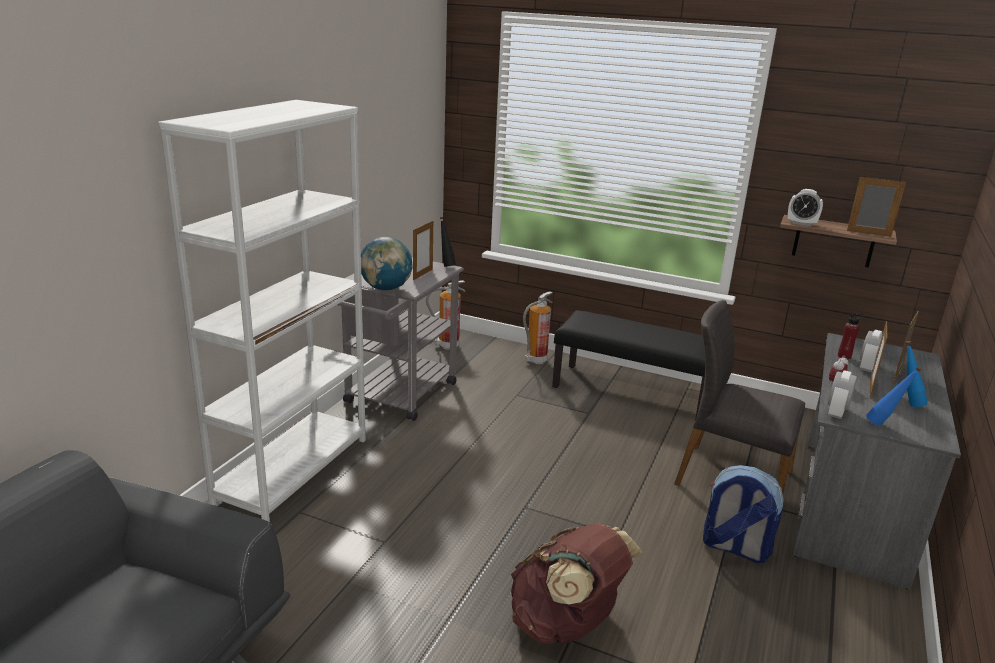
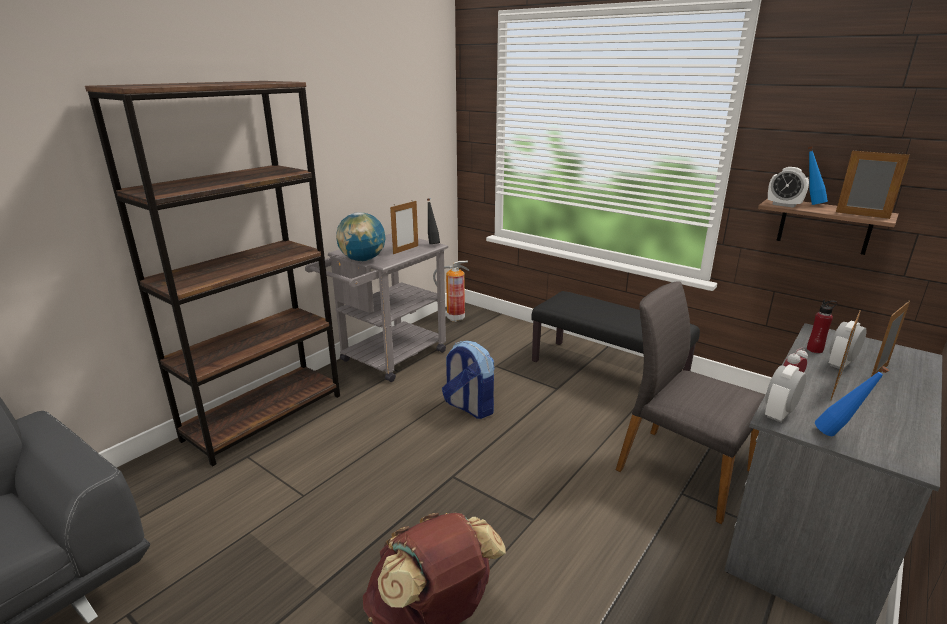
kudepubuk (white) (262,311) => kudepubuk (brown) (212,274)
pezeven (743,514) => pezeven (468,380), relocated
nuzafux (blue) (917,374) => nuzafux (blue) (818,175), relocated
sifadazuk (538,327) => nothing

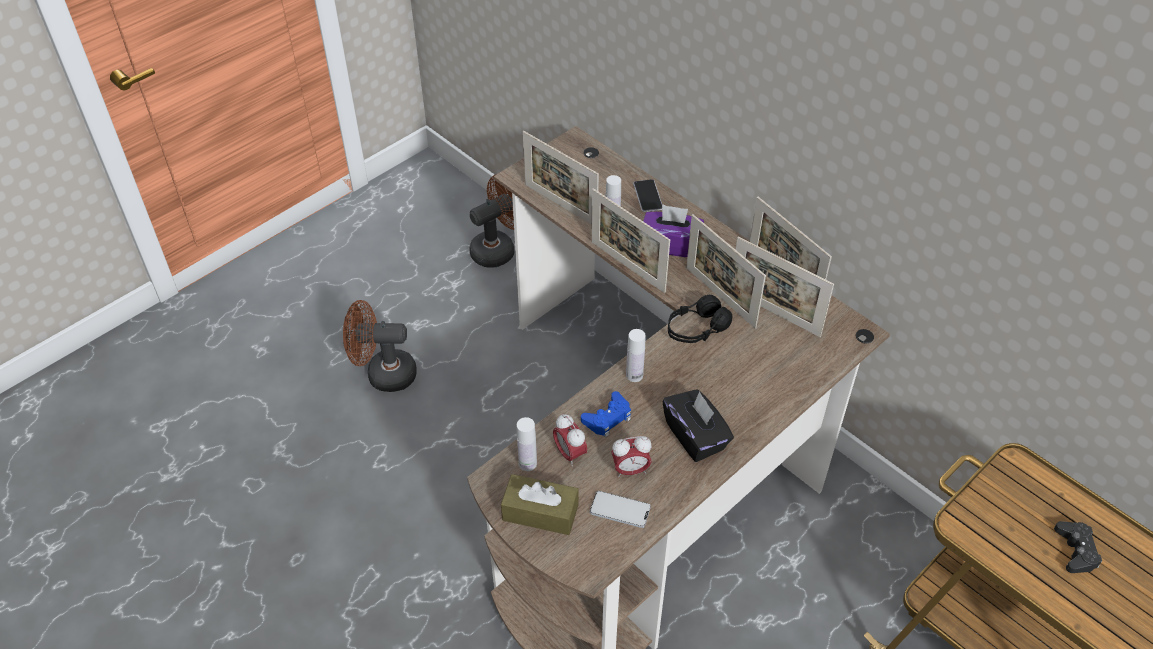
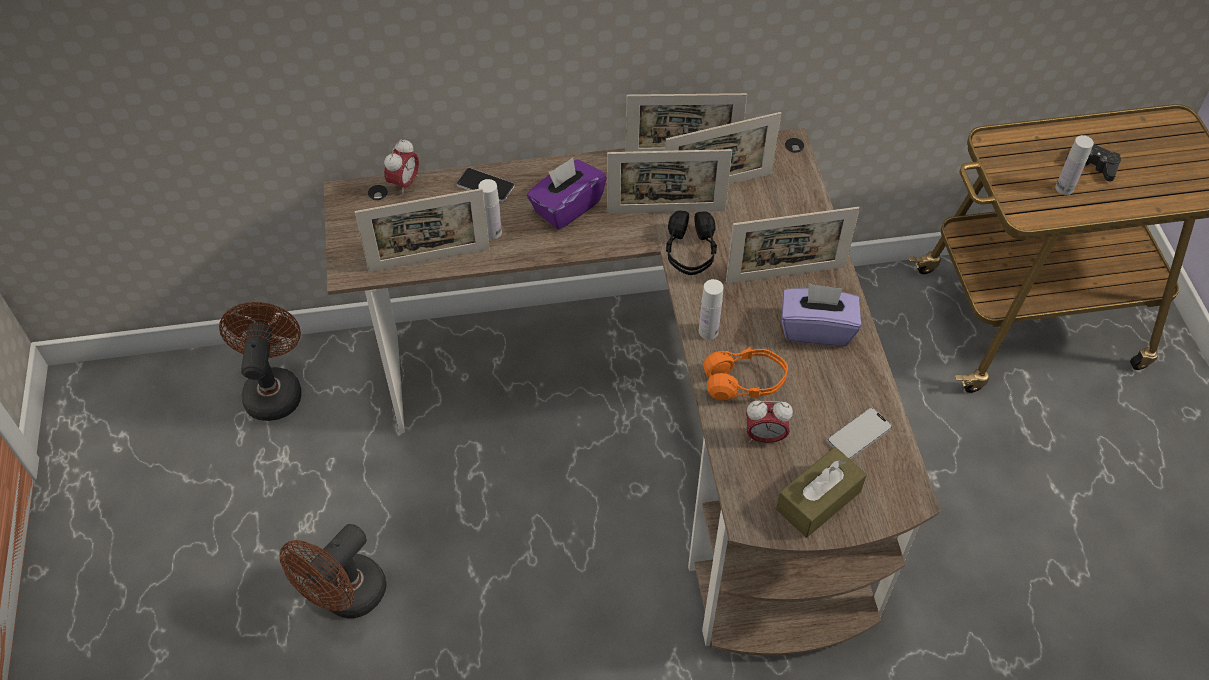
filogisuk (631,456) => filogisuk (401,166), relocated
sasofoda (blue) (606,414) => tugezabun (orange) (745,374)
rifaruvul (630,240) => rifaruvul (793,245), relocated
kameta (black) (698,425) => kameta (purple) (821,314)
nuzafux (white) (527,444) => nuzafux (white) (1074,165), relocated

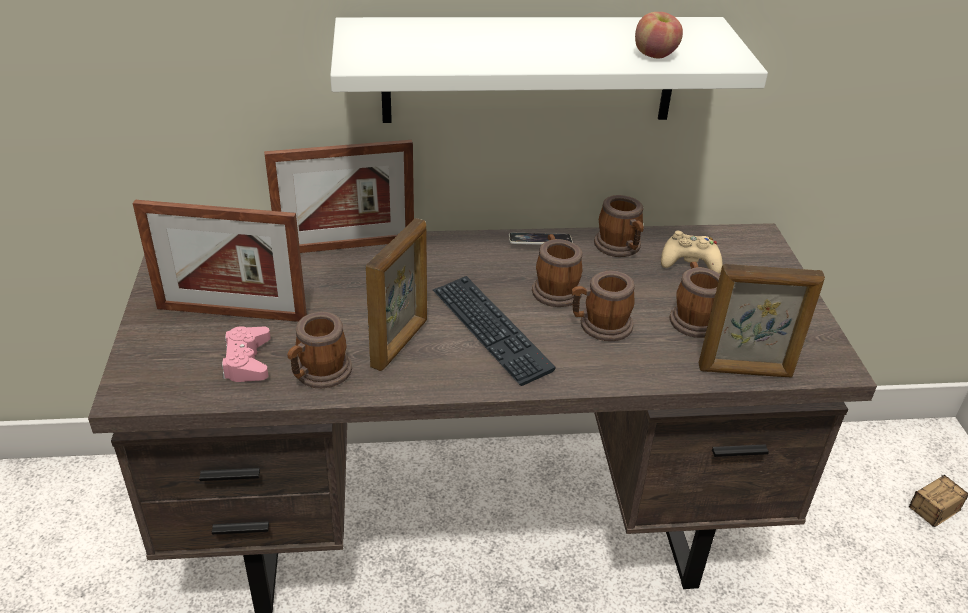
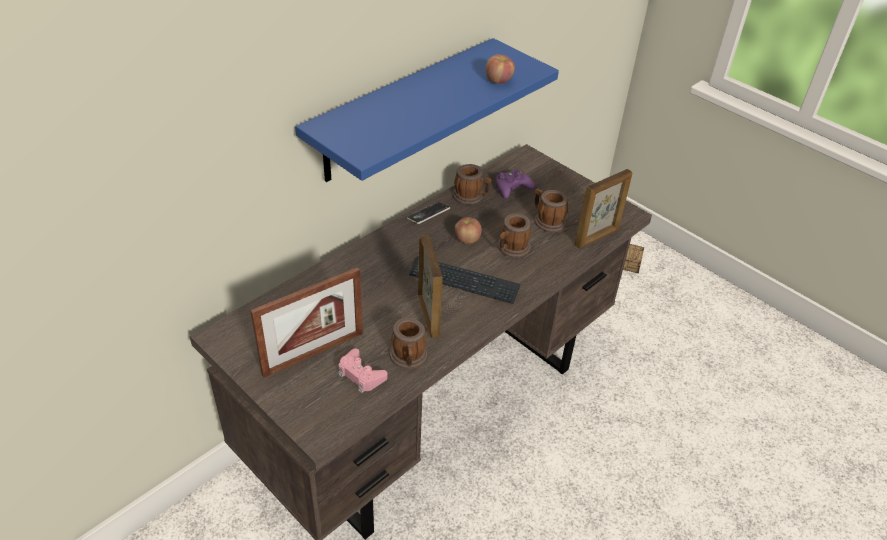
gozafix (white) (549,70) => gozafix (blue) (427,110)
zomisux (557,270) => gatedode (468,230)
sasofoda (beige) (692,252) => sasofoda (purple) (515,183)
rifaruvul (339,196) => nothing

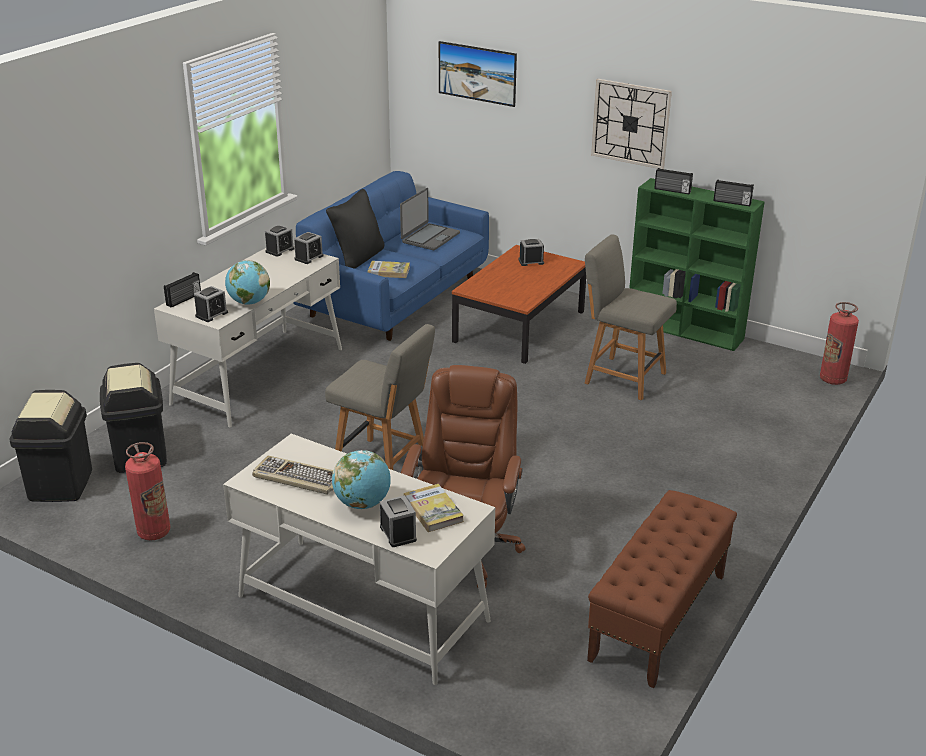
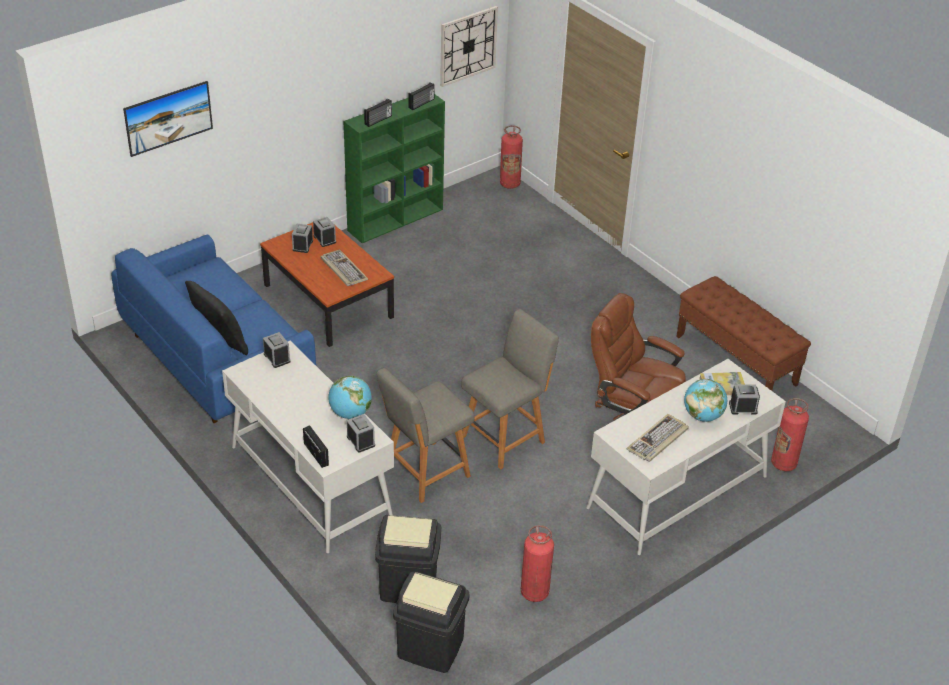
filogisuk (279,241) => filogisuk (324,232), relocated
nothing => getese (344,267)
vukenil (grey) (631,317) => vukenil (grey) (426,435), relocated
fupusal (631,124) => fupusal (469,46), relocated
nothing => sifadazuk (790,434)
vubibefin (389,269) => nothing
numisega (430,219) => nothing

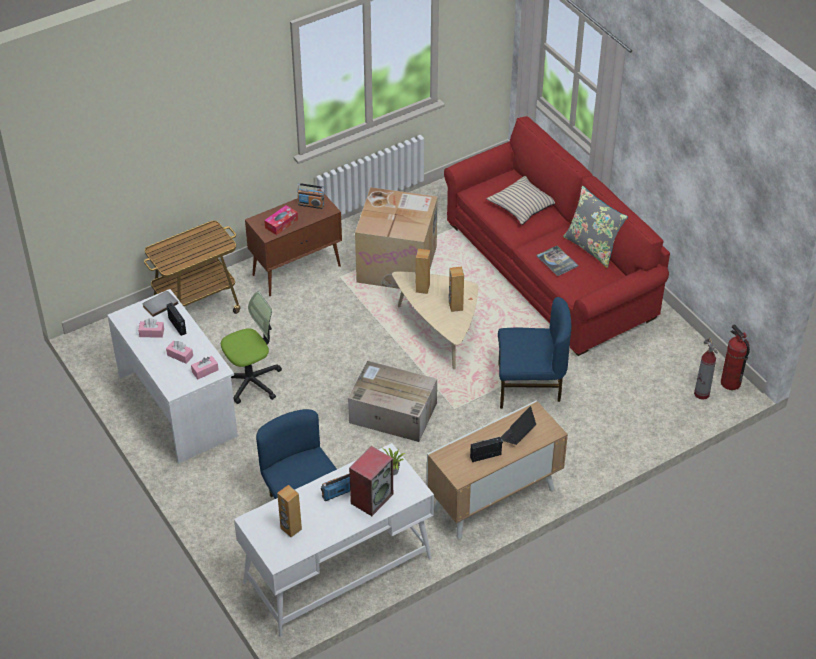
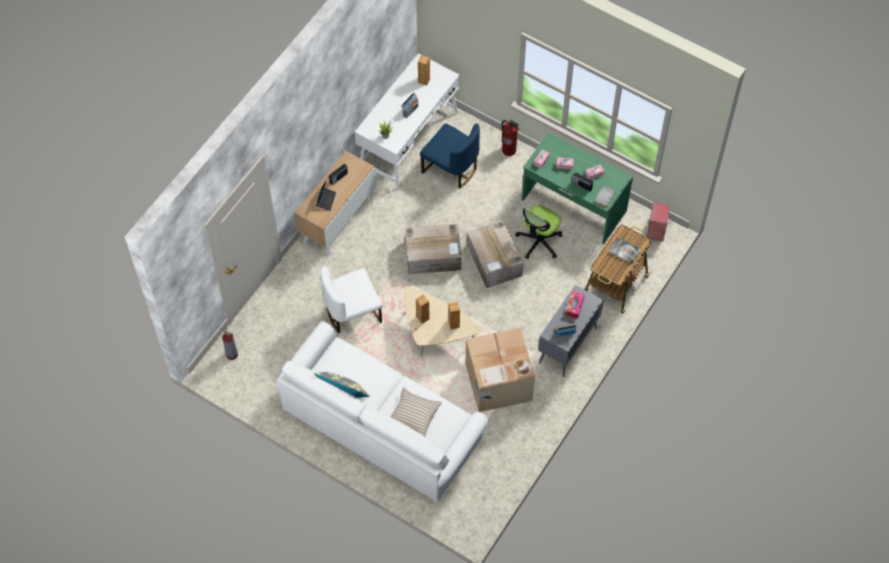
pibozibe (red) (557,236) => pibozibe (white) (382,411)
vukenil (blue) (534,353) => vukenil (white) (351,299)
nothing => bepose (495,254)
sifadazuk (735,357) => sifadazuk (510,138), relocated
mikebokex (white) (172,376) => mikebokex (green) (577,188)
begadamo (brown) (293,242) => begadamo (grey) (571,331)
vubibefin (557,261) => vubibefin (625,250), relocated
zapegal (371,481) => zapegal (658,222), relocated

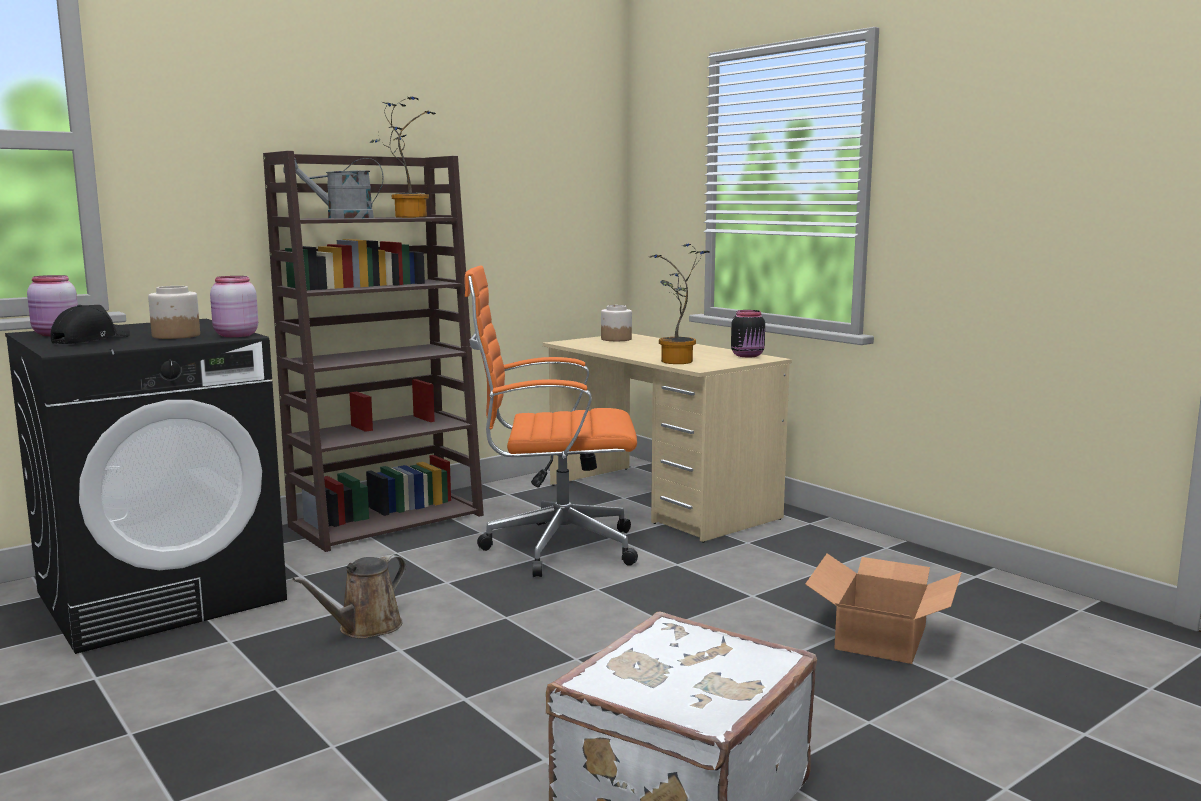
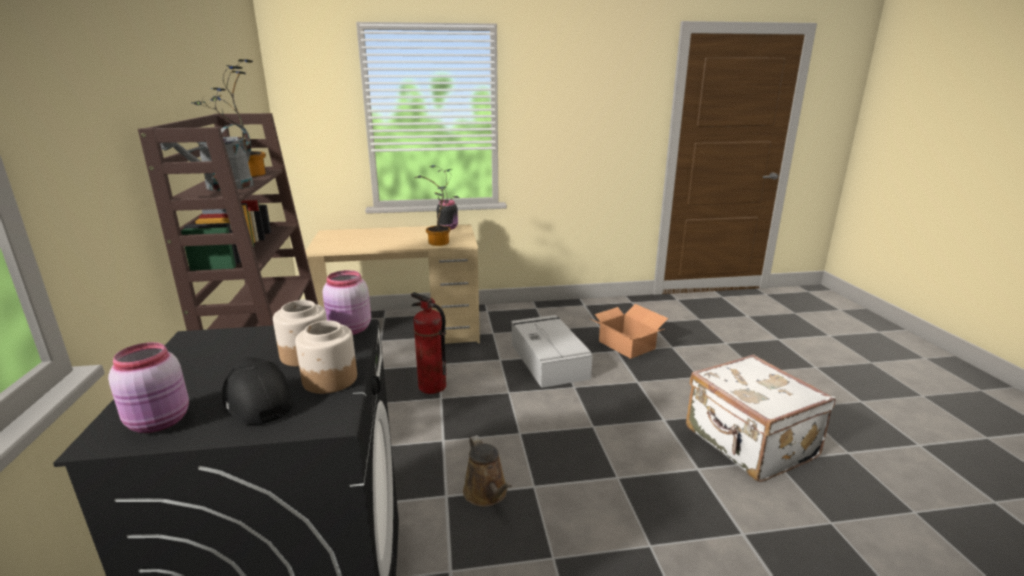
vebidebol (616,323) => vebidebol (326,357), relocated
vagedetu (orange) (551,421) => sifadazuk (428,343)
nothing => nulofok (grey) (551,351)

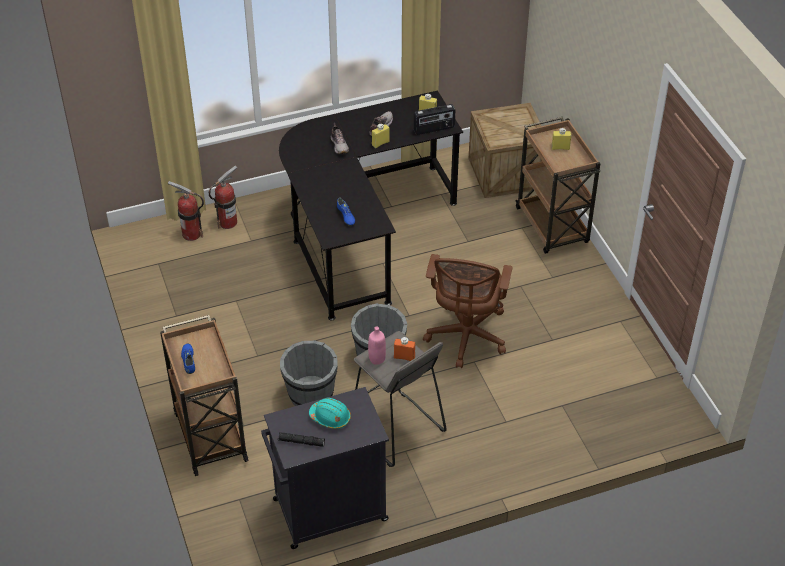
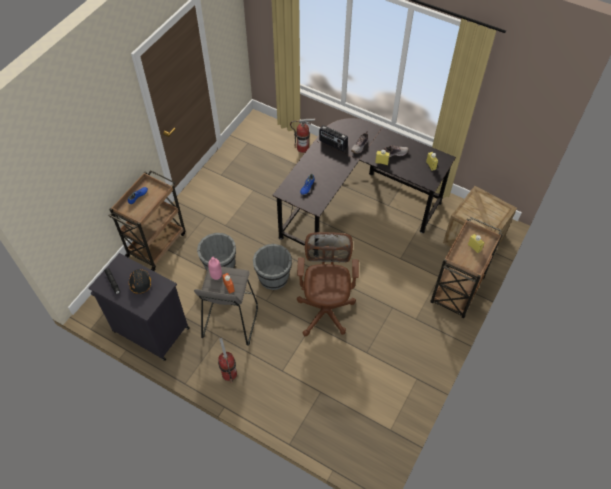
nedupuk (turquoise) (330,413) => nedupuk (black) (140,281)
sifadazuk (186,211) => sifadazuk (227,360), relocated
vagedetu (brown) (468,311) => vagedetu (brown) (328,284), 120 degrees clockwise
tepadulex (434,119) => tepadulex (333,138), relocated

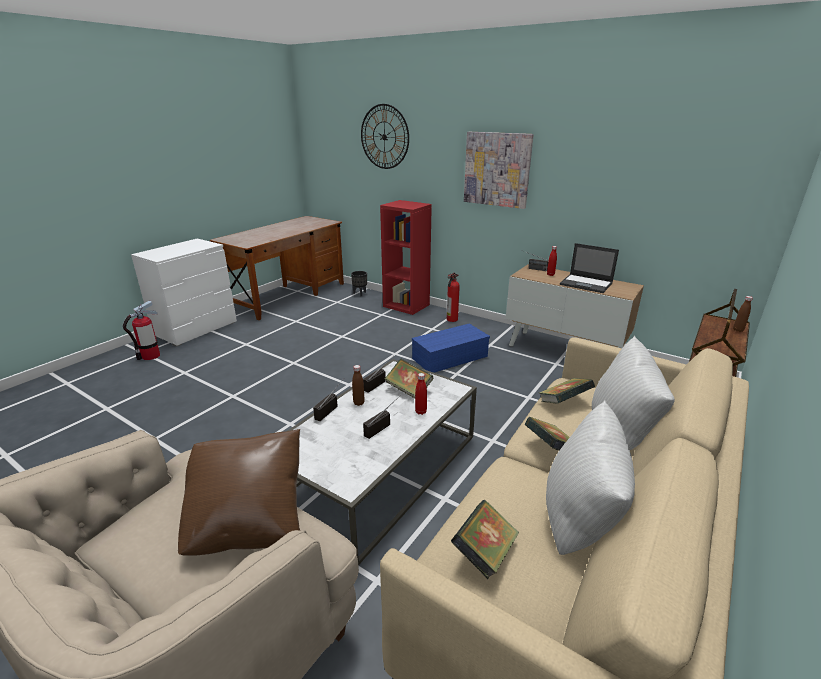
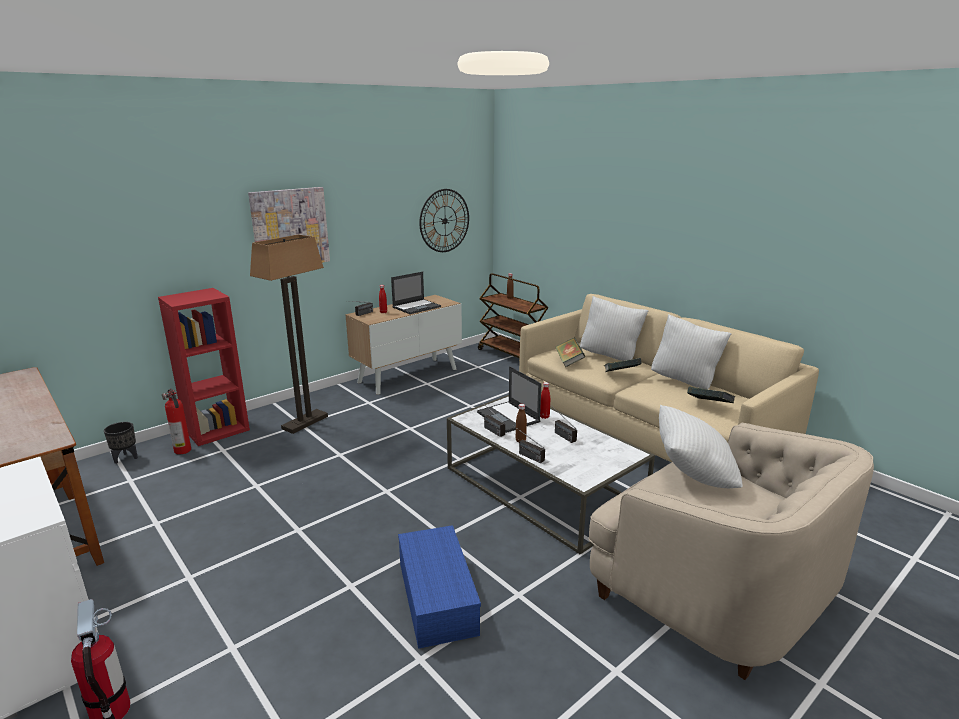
sifadazuk (453,297) => sifadazuk (176,421), relocated
nothing => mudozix (289,334)
nulofok (blue) (451,348) => nulofok (blue) (439,587), relocated
fupusal (385,136) => fupusal (444,220), relocated
vubibefin (409,378) => numisega (509,399)
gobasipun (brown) (239,492) => gobasipun (white) (701,446)

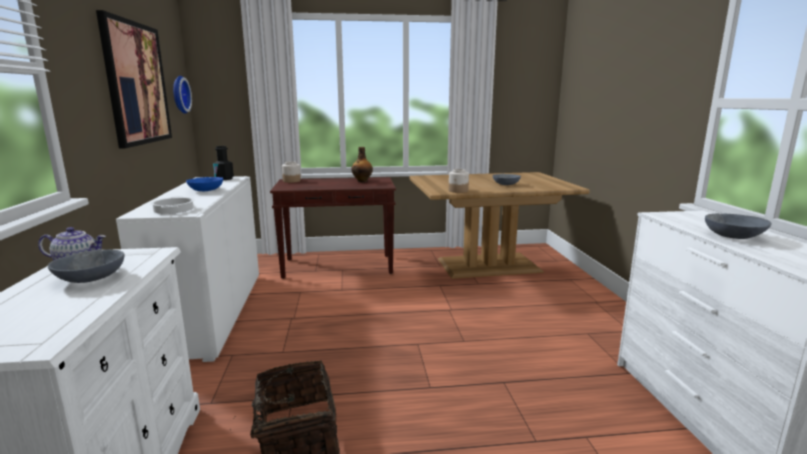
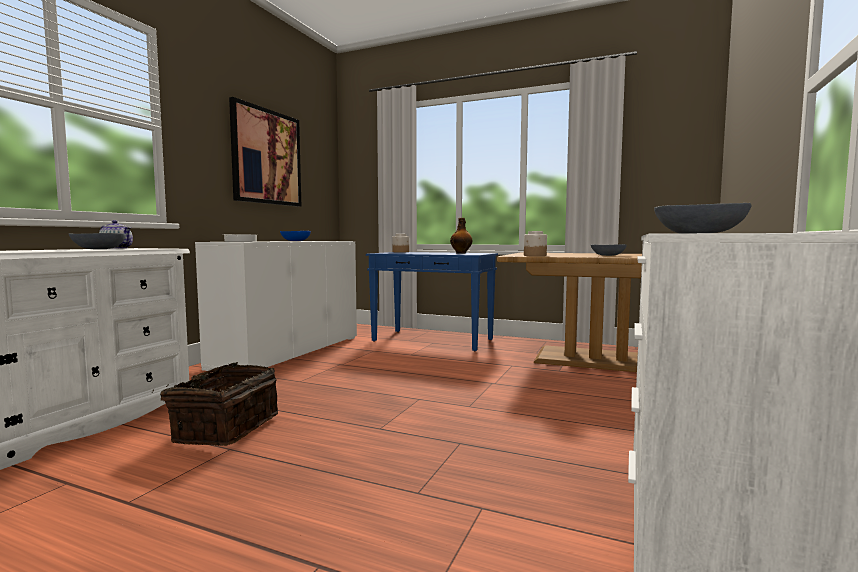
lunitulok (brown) (333,228) => lunitulok (blue) (432,302)
fupusal (182,95) => nothing
nuzafux (black) (223,163) => nothing

